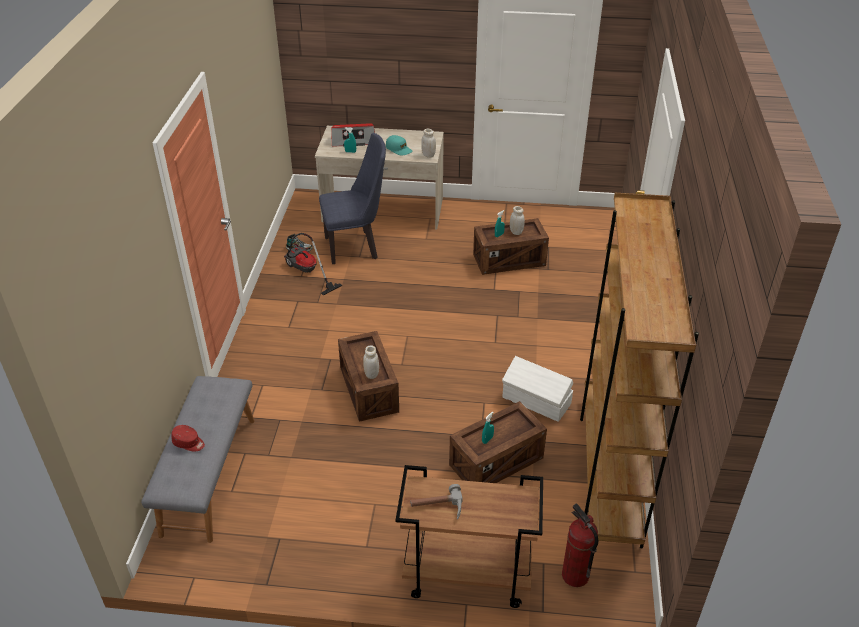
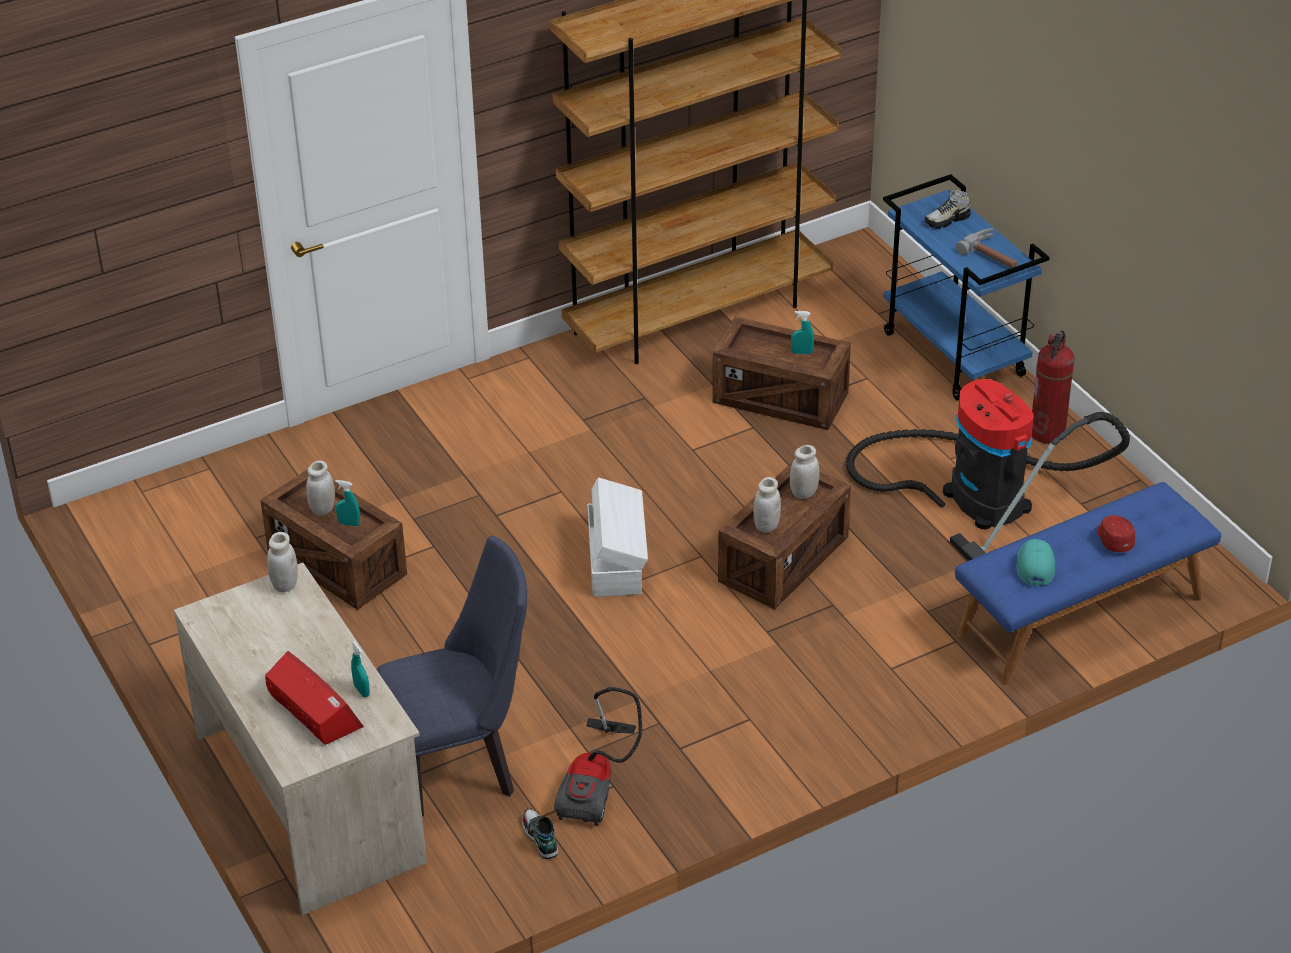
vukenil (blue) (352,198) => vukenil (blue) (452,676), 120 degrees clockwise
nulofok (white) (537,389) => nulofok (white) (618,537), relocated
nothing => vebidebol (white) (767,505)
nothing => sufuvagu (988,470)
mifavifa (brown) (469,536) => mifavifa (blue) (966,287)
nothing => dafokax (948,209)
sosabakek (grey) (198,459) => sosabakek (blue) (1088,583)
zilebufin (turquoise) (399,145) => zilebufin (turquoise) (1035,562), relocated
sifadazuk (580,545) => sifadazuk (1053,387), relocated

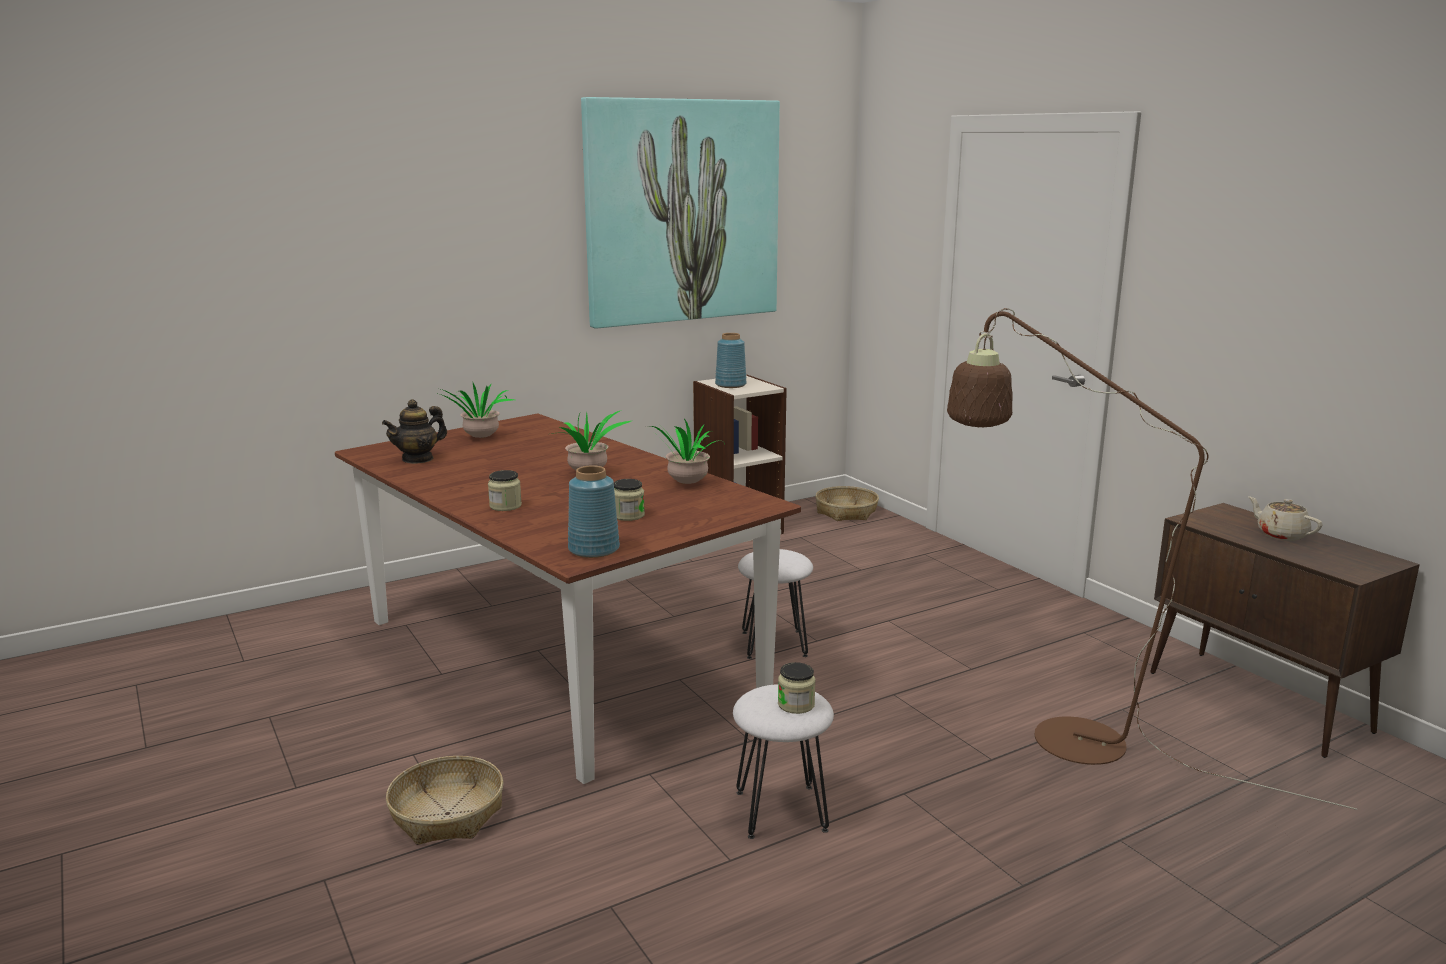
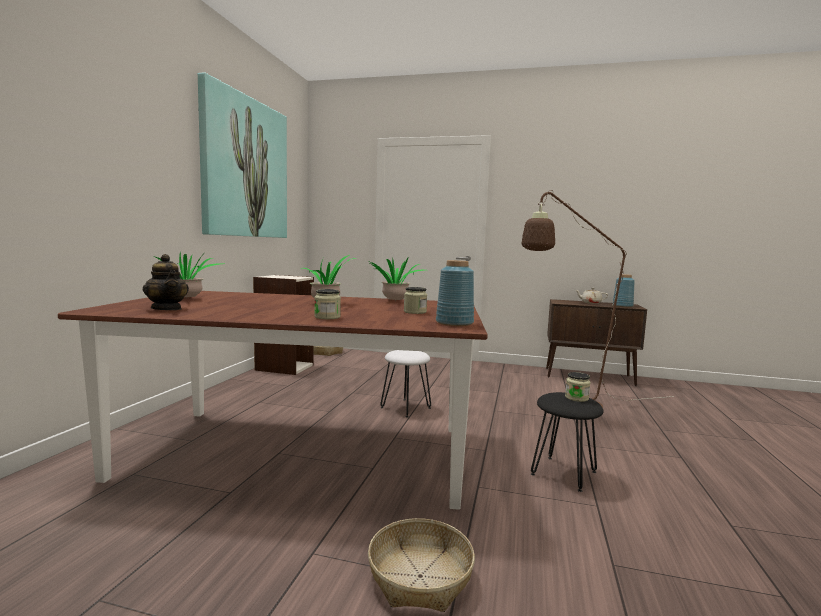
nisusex (414,431) => nisusex (166,282), 45 degrees counterclockwise
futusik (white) (783,761) => futusik (black) (567,442)
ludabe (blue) (731,360) => ludabe (blue) (623,290), relocated

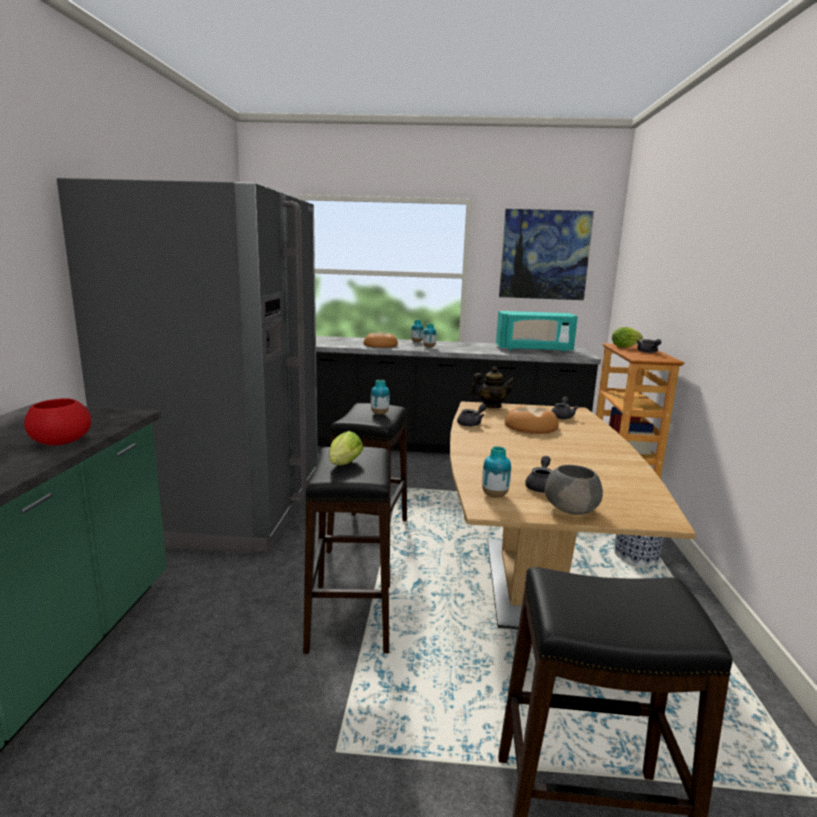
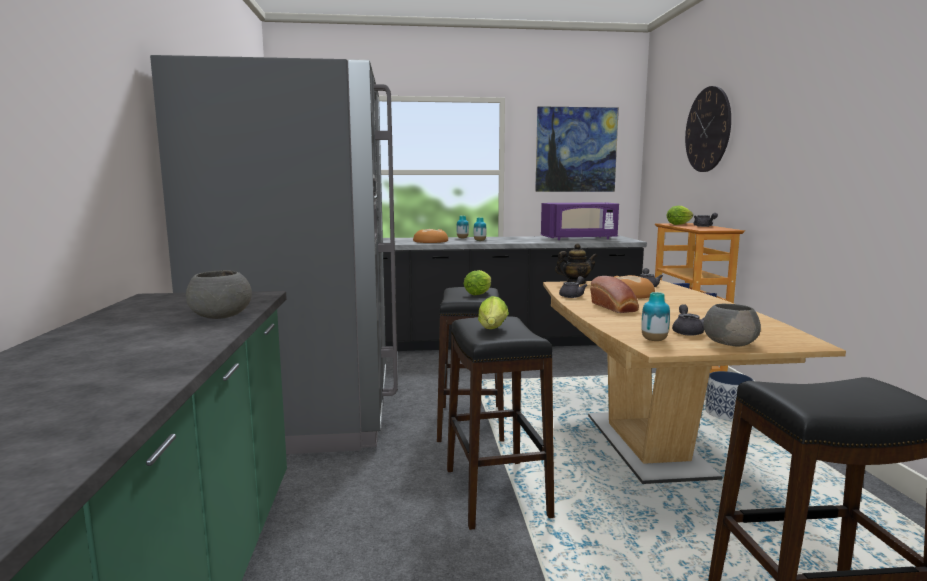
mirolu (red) (57,422) => mirolu (grey) (219,294)
ludabe (380,397) => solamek (477,282)
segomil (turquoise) (537,331) => segomil (purple) (580,221)
nothing => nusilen (614,294)
nothing => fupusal (708,129)

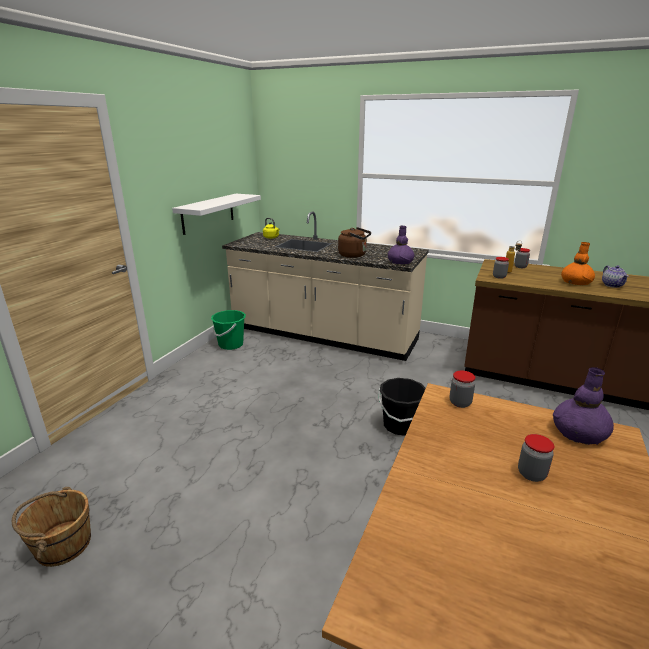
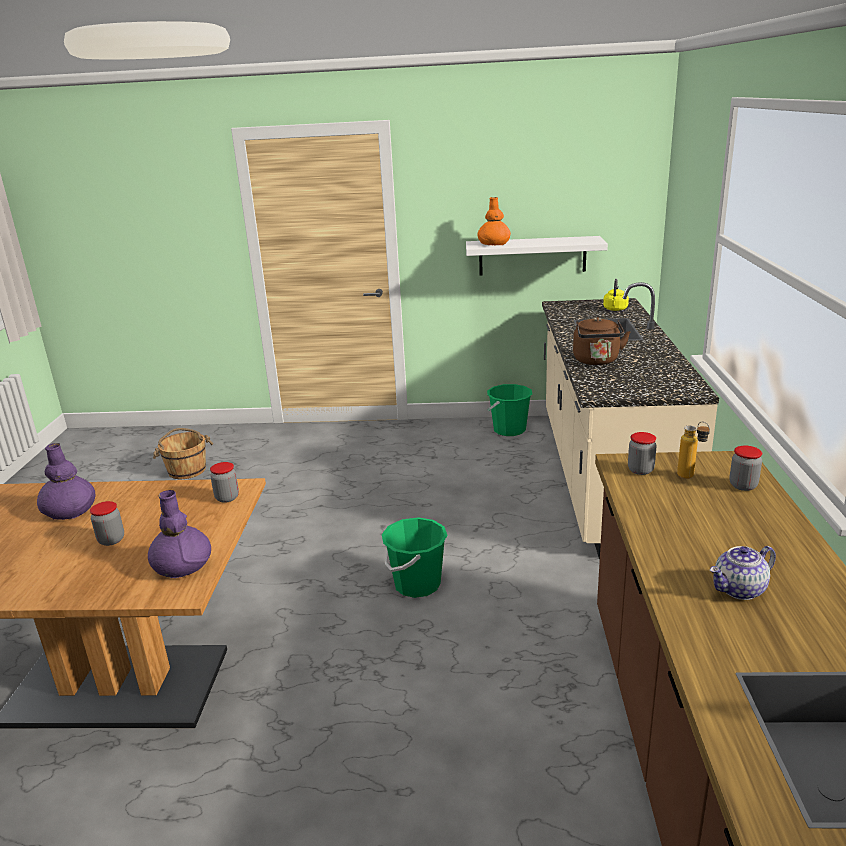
ludabe (purple) (401,244) => ludabe (purple) (66,481), relocated
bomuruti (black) (402,407) => bomuruti (green) (415,557)
ludabe (orange) (578,263) => ludabe (orange) (494,221), relocated

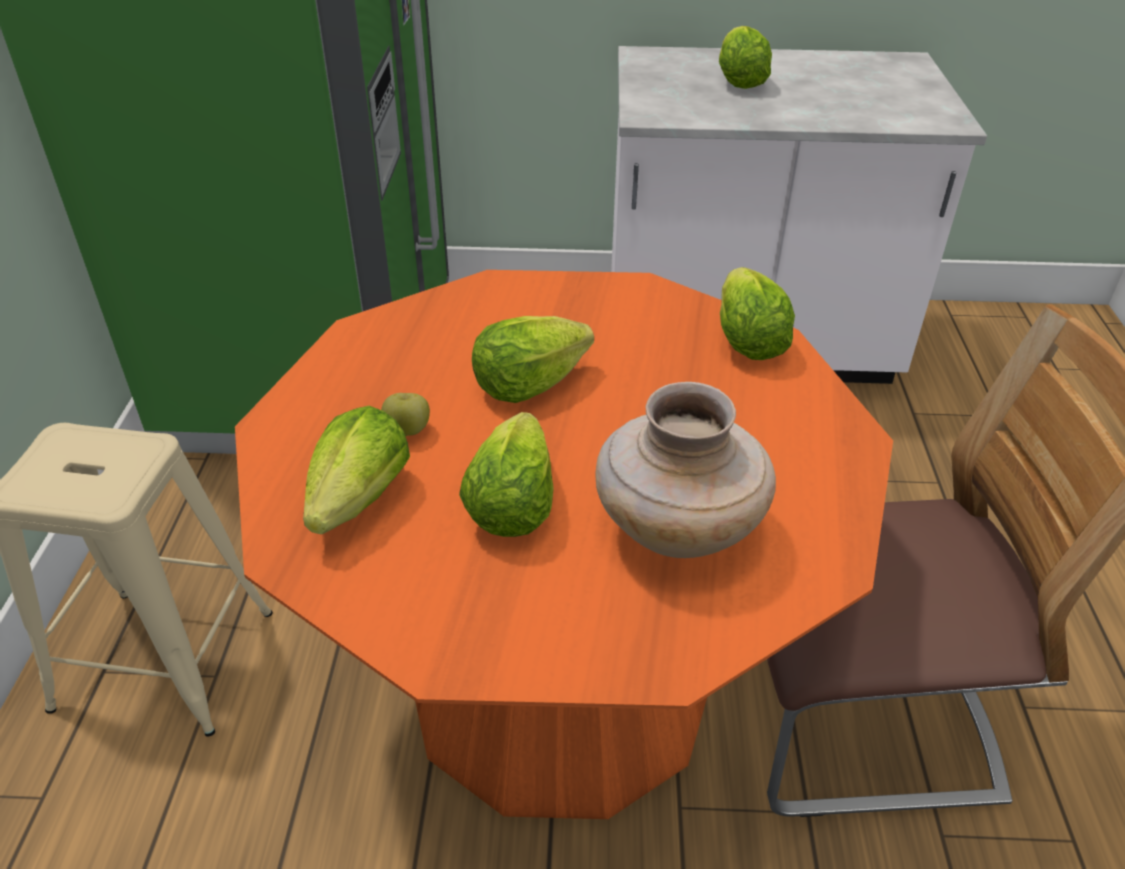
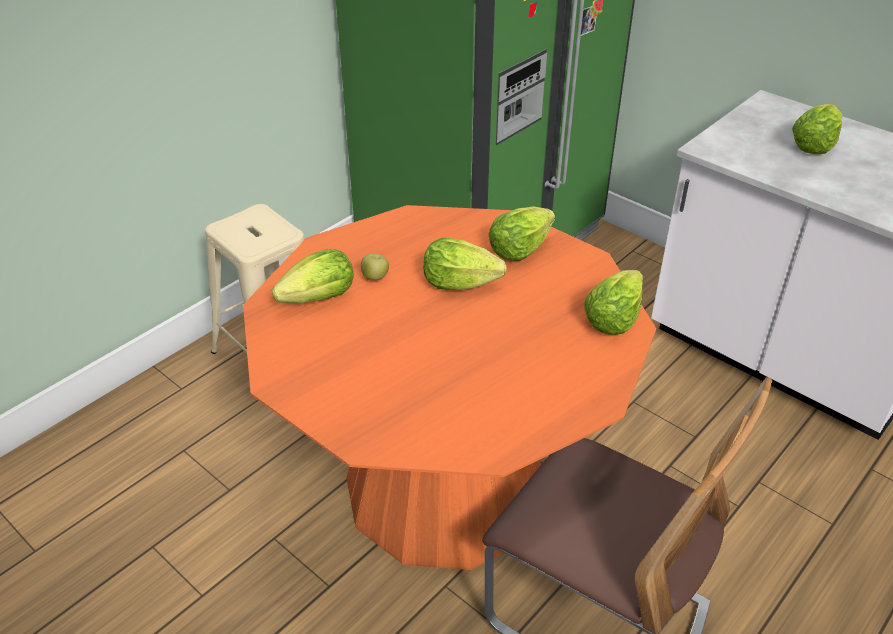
solamek (506,474) => solamek (521,233), relocated
ludabe (beige) (686,470) => nothing

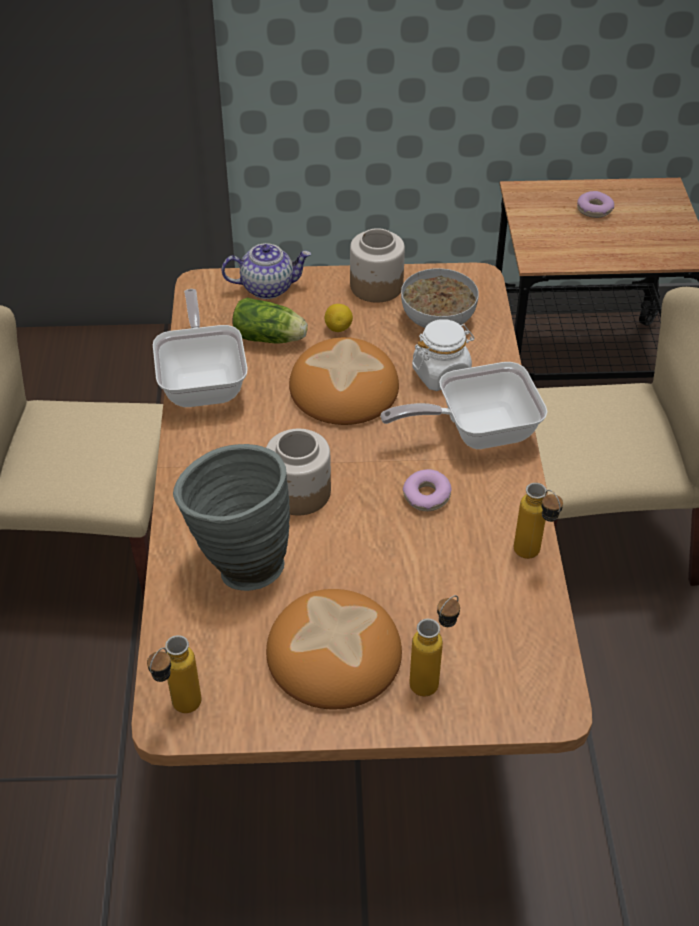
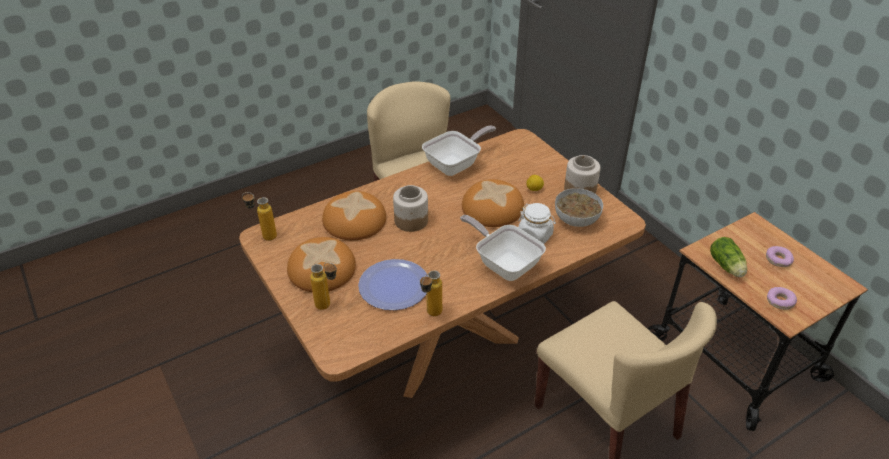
ludabe (grey) (231,517) => nusilen (354,215)
nothing => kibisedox (393,284)
solamek (270,320) => solamek (728,257), relocated
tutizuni (427,490) => tutizuni (782,298), relocated
nisusex (266,271) => nothing

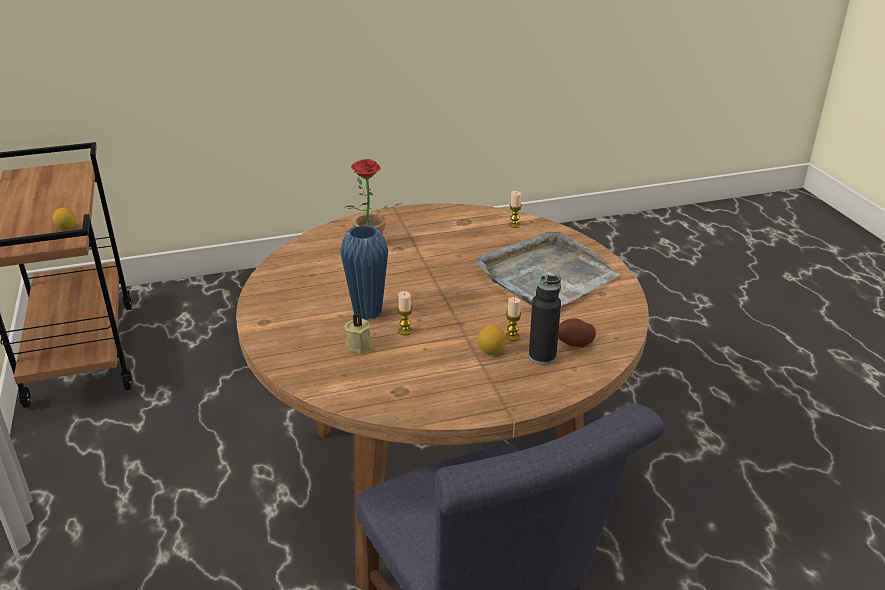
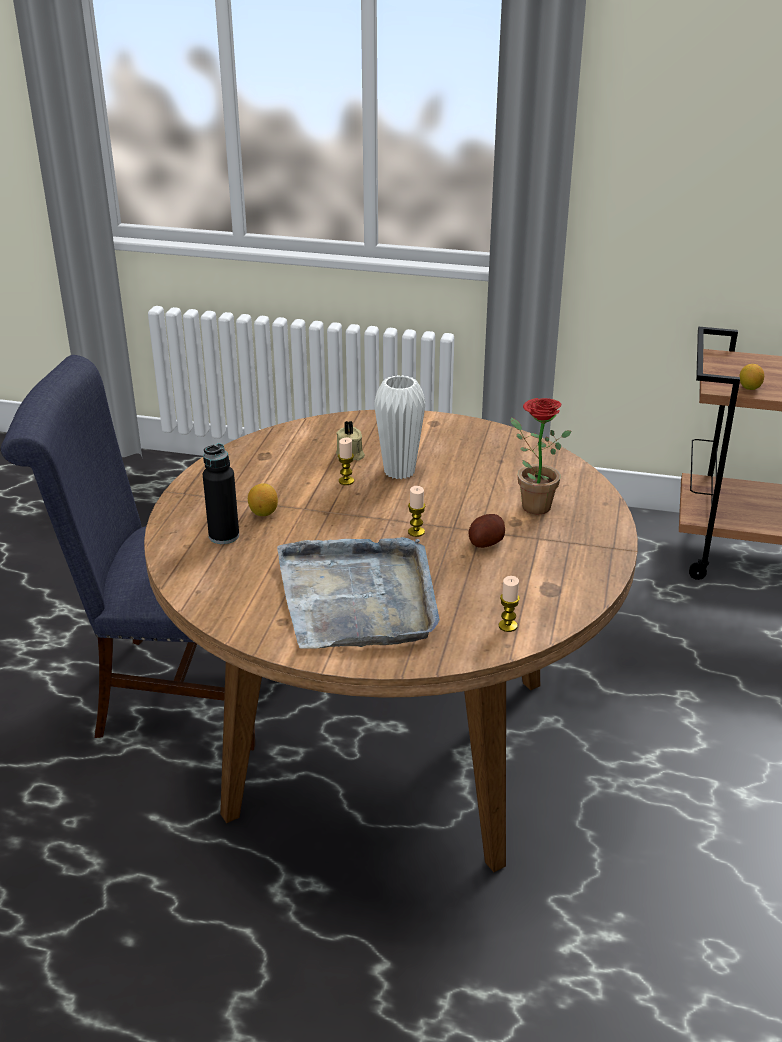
ludabe (blue) (364,272) => ludabe (white) (399,427)
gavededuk (513,319) => gavededuk (416,511), relocated
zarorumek (577,332) => zarorumek (486,531), relocated

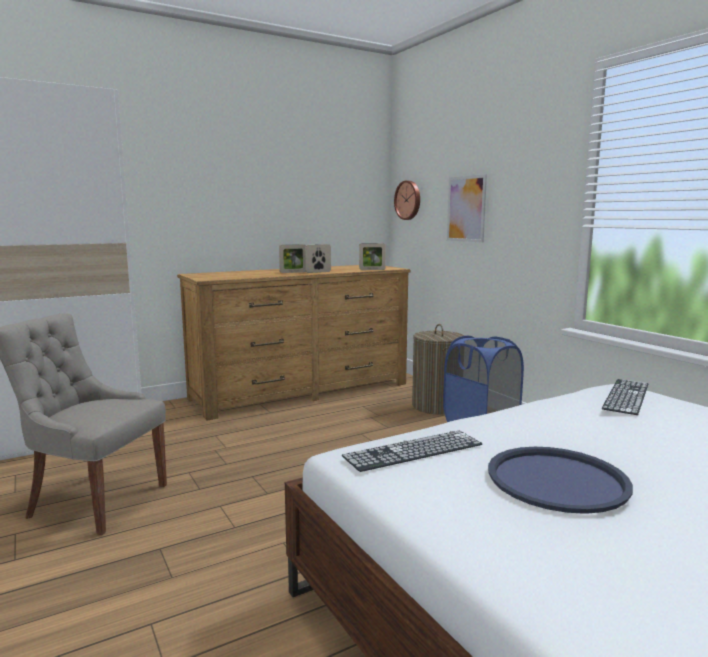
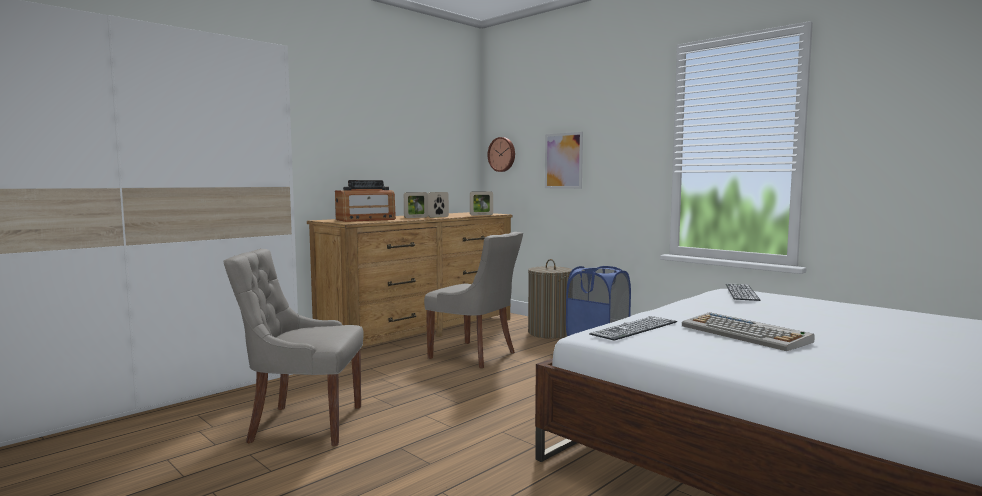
nothing => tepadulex (365,201)
nothing => vukenil (grey) (473,300)
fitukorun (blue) (560,480) => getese (748,331)

